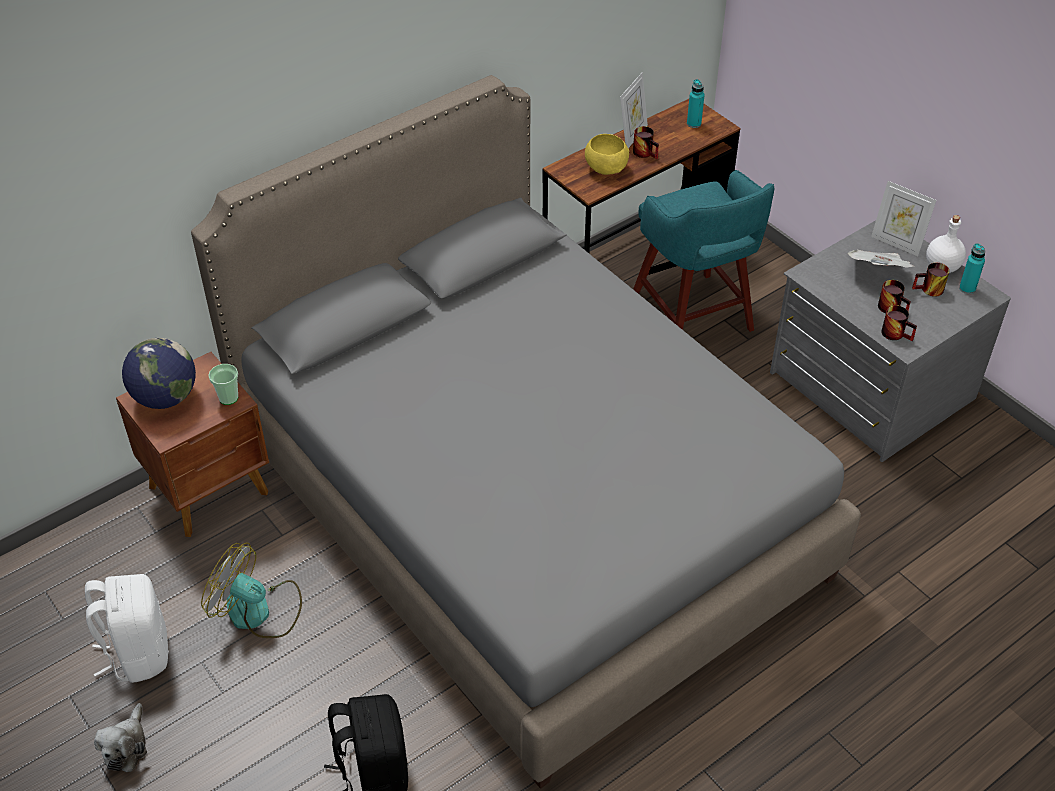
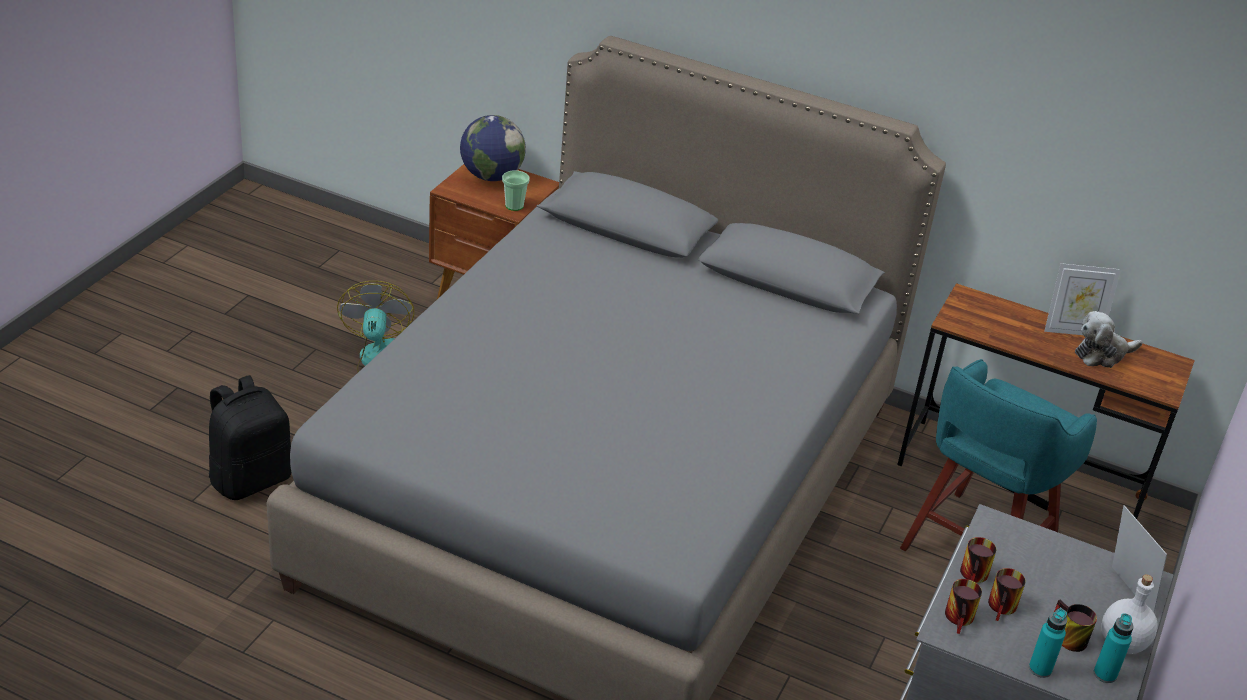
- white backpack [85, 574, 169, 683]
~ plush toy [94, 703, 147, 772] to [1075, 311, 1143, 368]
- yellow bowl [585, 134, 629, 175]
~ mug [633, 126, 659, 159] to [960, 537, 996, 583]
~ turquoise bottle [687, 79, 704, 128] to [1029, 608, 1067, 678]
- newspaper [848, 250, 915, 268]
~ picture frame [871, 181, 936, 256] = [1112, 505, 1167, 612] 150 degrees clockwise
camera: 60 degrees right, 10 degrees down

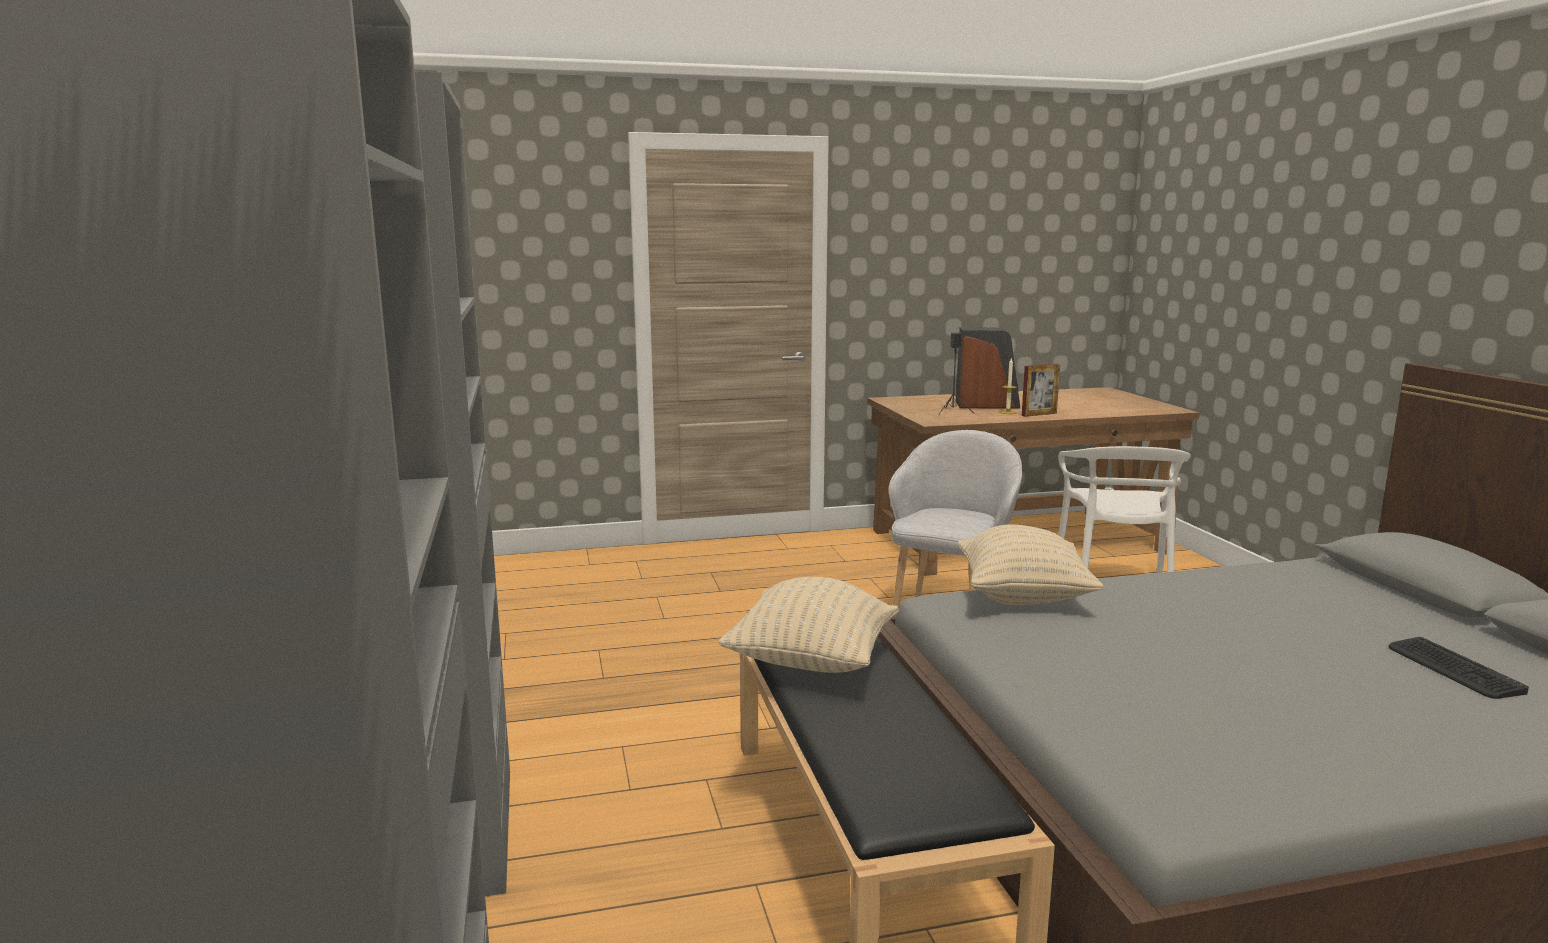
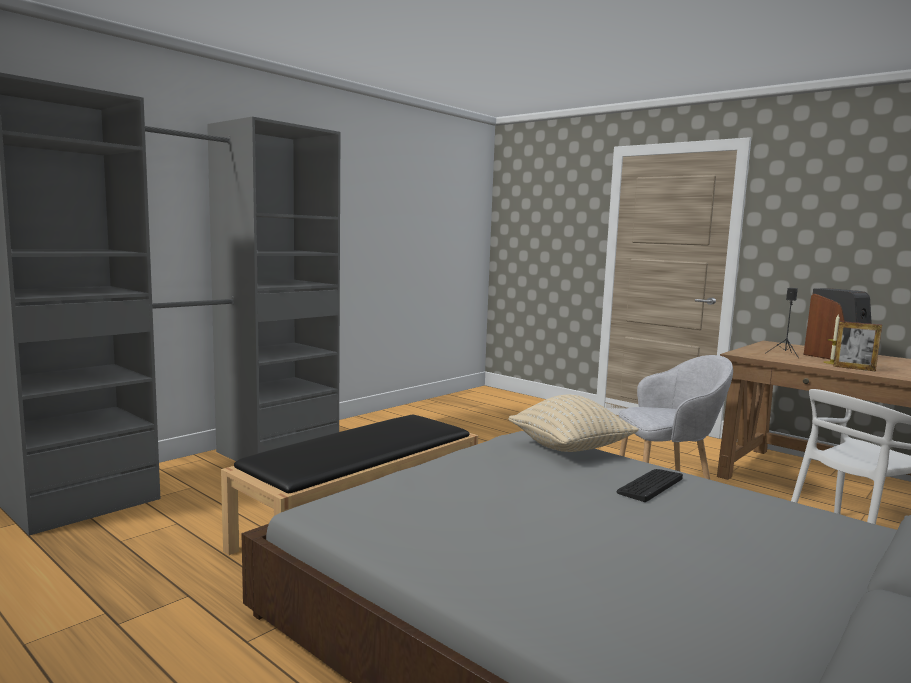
- beige pillow [718, 577, 899, 673]
~ keyboard [1389, 637, 1529, 699] to [617, 469, 683, 502]
camera: 55 degrees right, 5 degrees down

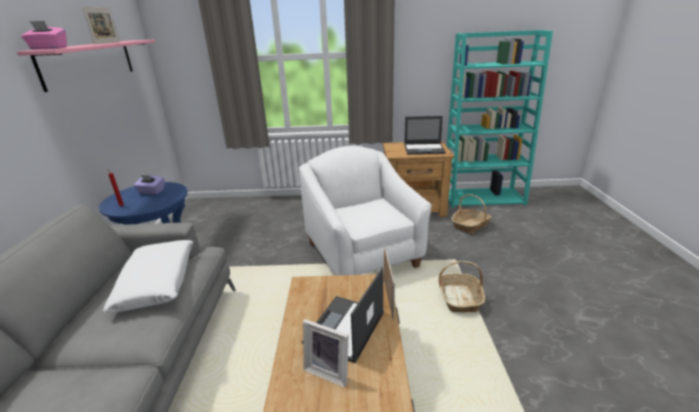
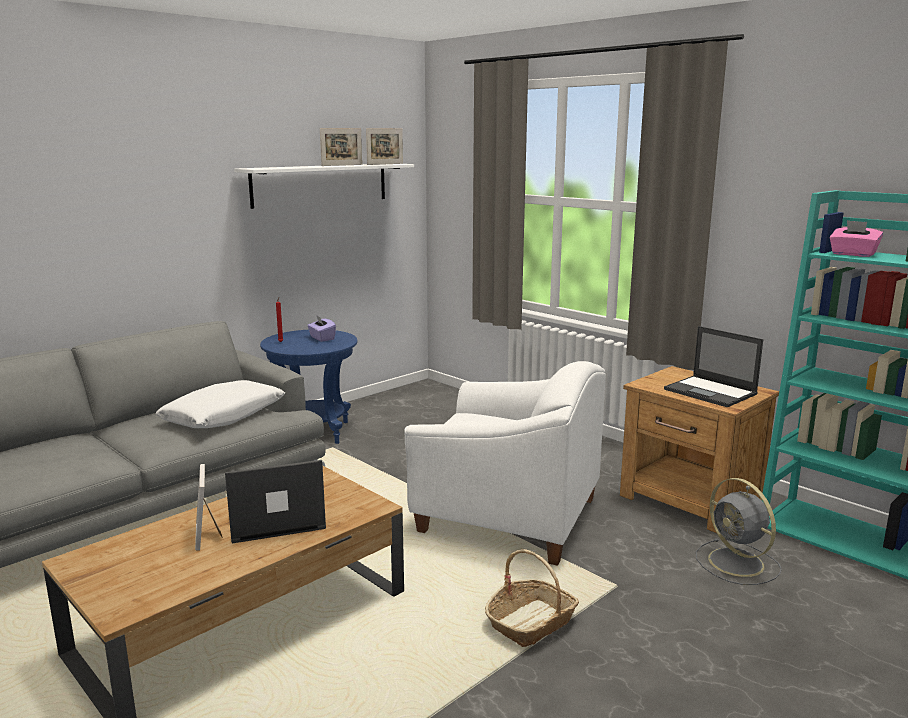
~ pink shelf [17, 40, 155, 92] to white shelf [234, 164, 414, 209]
~ pink tissue box [21, 21, 67, 50] to [830, 220, 883, 257]
~ white armchair [299, 146, 432, 275] = [404, 361, 606, 566] 90 degrees clockwise
~ picture frame [384, 247, 395, 320] to [366, 128, 403, 165]
~ basket [451, 194, 492, 234] to grey fan [696, 478, 782, 585]
camera: 45 degrees right, 10 degrees down

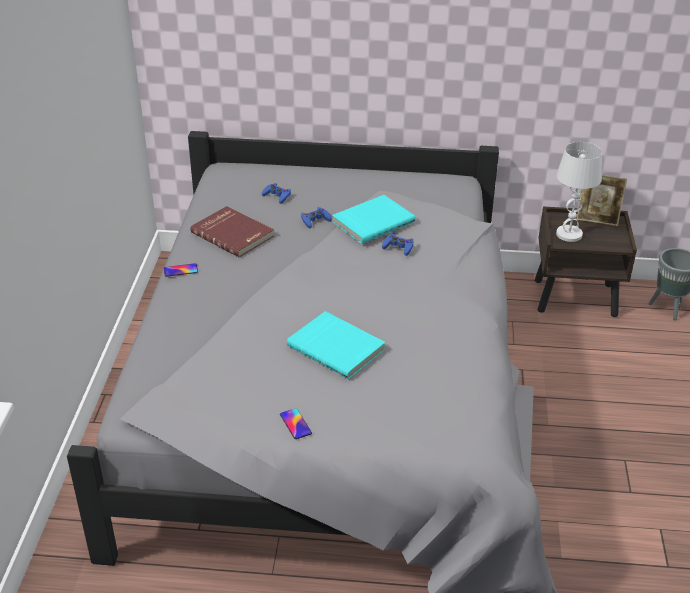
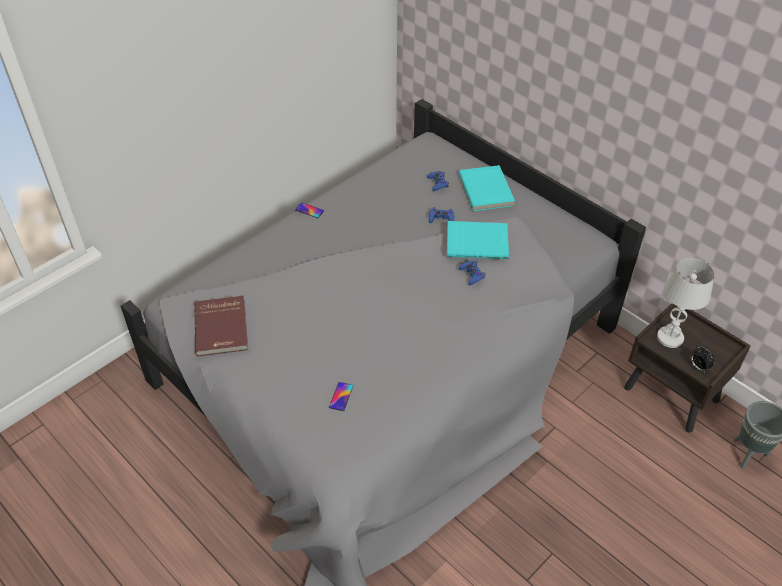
~ red book [190, 206, 274, 257] to [194, 296, 248, 356]
~ phone [280, 408, 312, 439] to [329, 382, 353, 411]
~ turquoise book [287, 311, 385, 379] to [459, 165, 515, 211]
- picture frame [576, 175, 627, 226]
+ alarm clock [690, 346, 715, 373]
camera: 40 degrees right, 10 degrees up

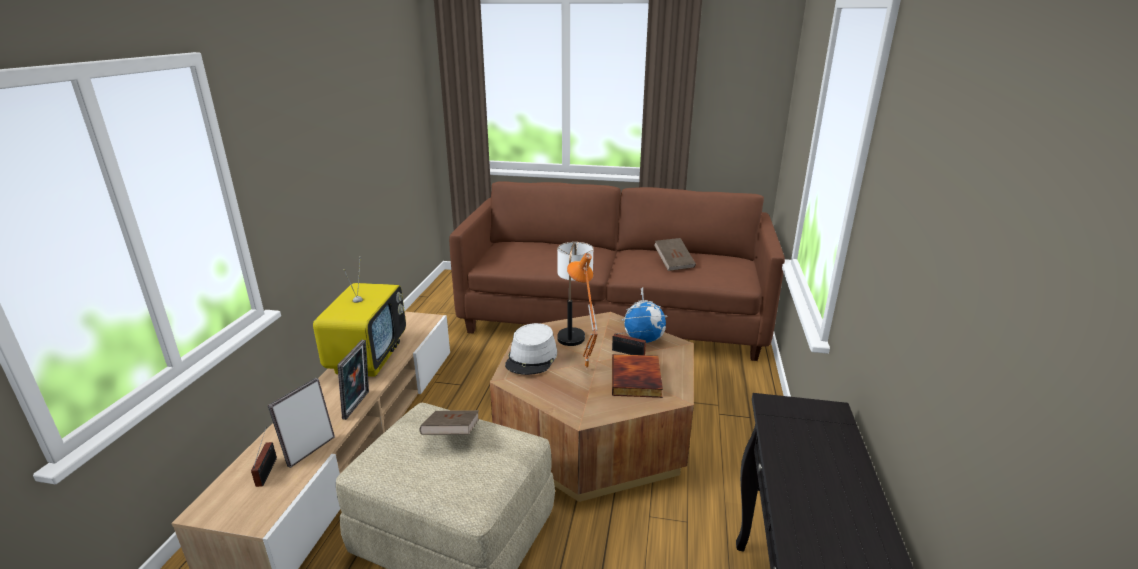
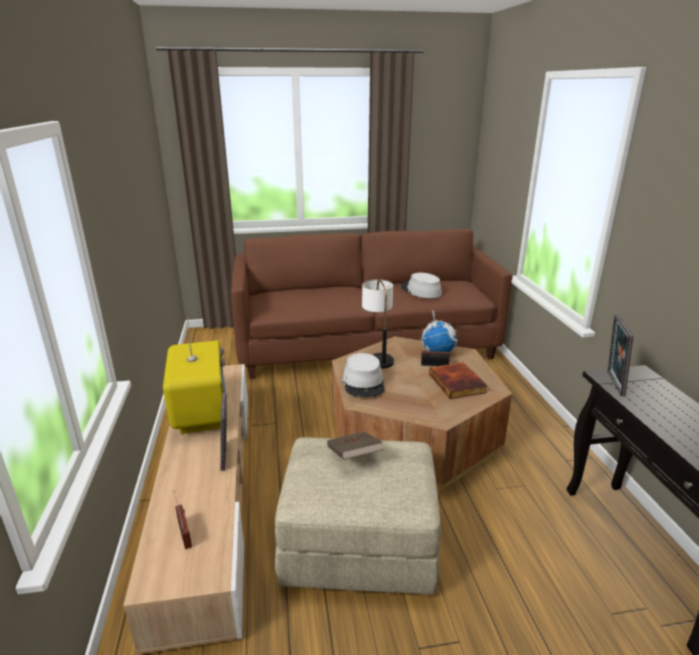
~ picture frame [268, 378, 335, 468] to [607, 315, 634, 396]
- orange table lamp [567, 253, 598, 369]
~ brown book [654, 238, 696, 271] to grey hat [401, 273, 442, 299]
camera: 20 degrees left, 0 degrees up

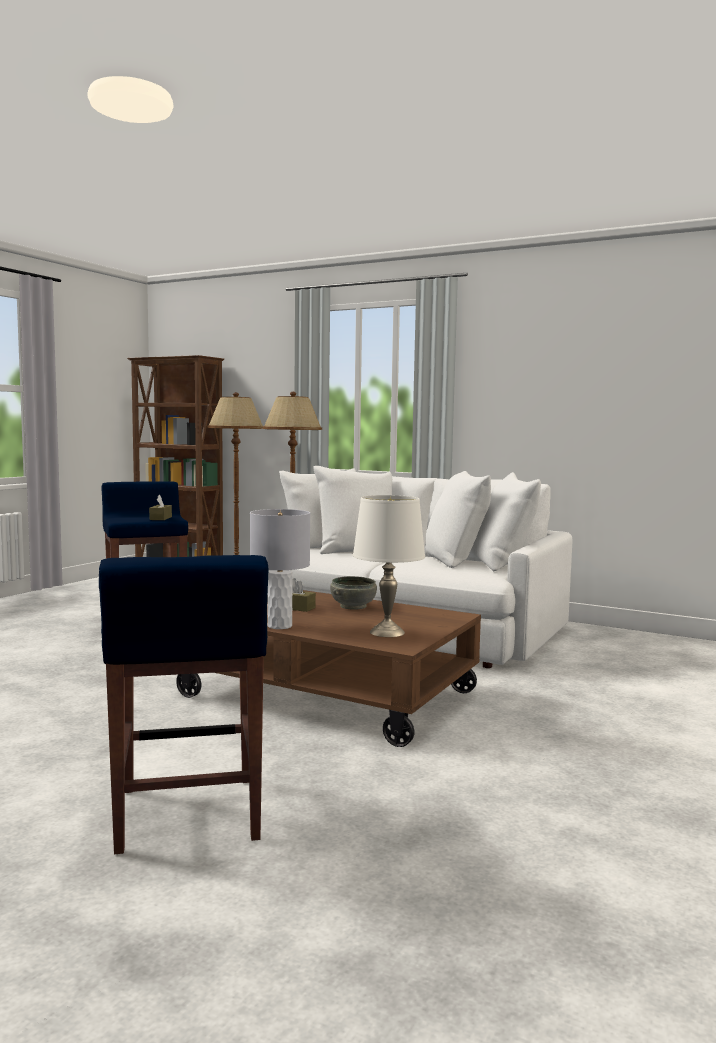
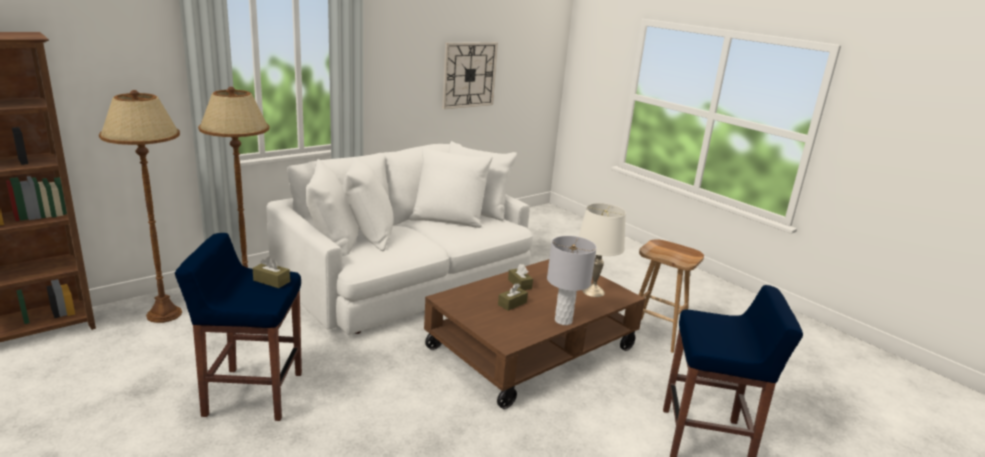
~ grey bowl [330, 576, 377, 610] to brown tissue box [508, 264, 533, 290]
+ wall clock [442, 42, 498, 109]
+ brown stool [639, 239, 704, 353]
camera: 70 degrees left, 15 degrees up

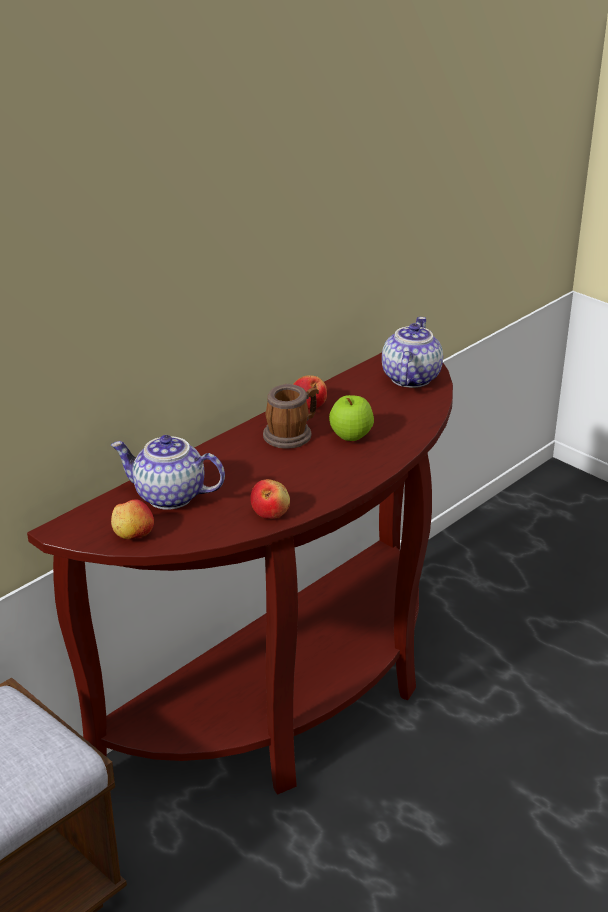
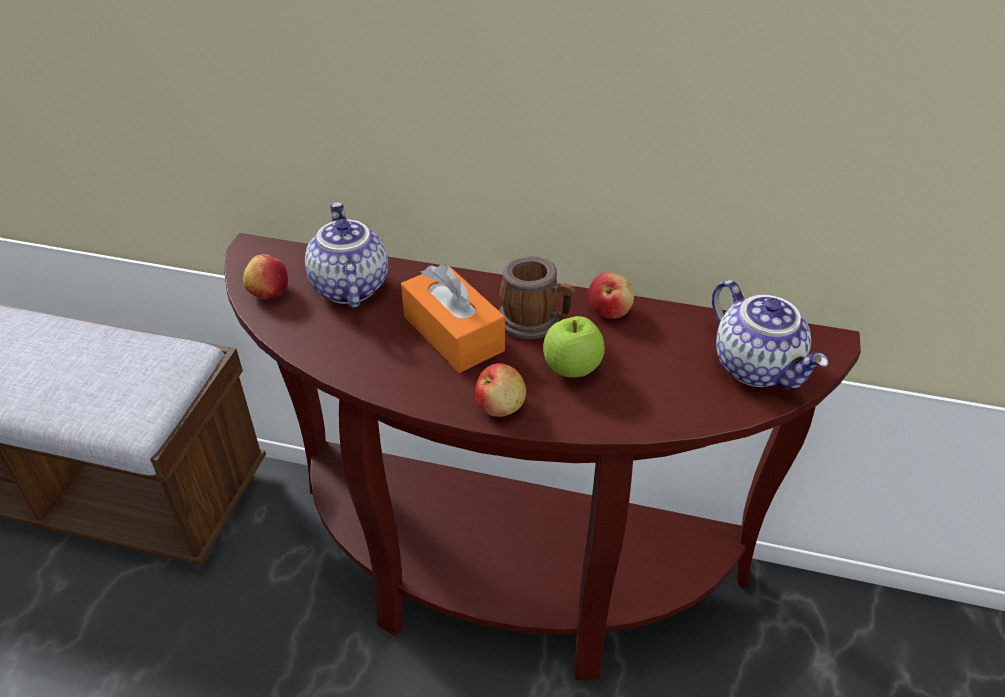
~ apple [250, 479, 290, 519] to [475, 363, 526, 417]
~ teapot [382, 317, 443, 388] = [712, 280, 828, 389] 75 degrees clockwise
+ orange tissue box [401, 264, 505, 373]
camera: 60 degrees right, 10 degrees up

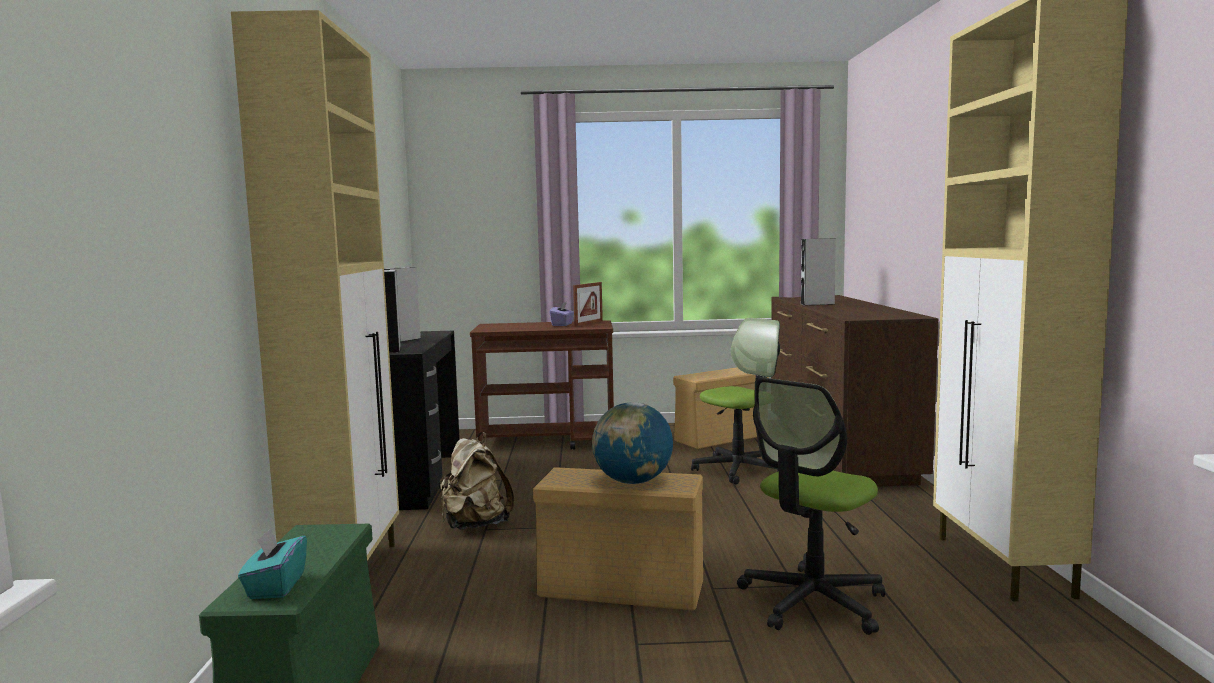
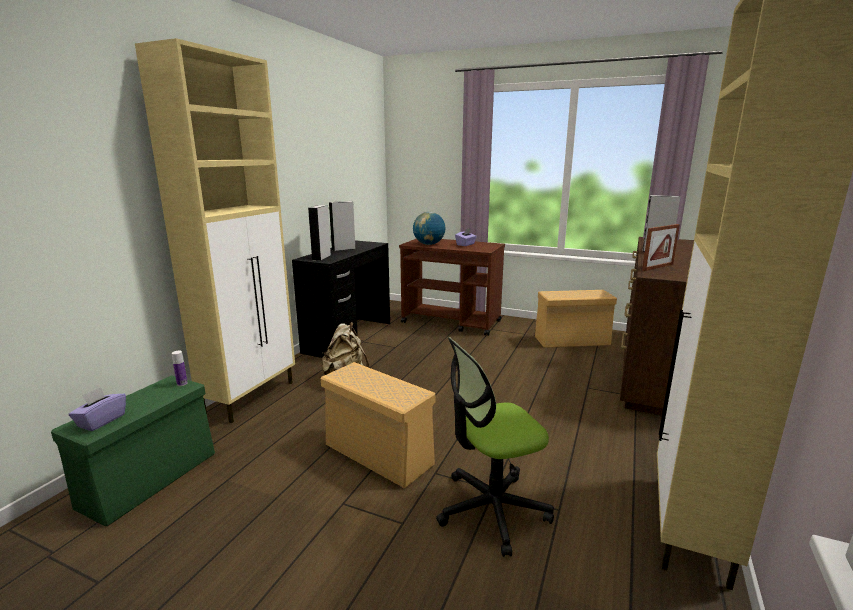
~ turquoise tissue box [238, 528, 307, 599] to purple tissue box [69, 387, 126, 431]
~ picture frame [573, 282, 603, 326] to [642, 224, 680, 271]
~ globe [592, 402, 673, 484] to [413, 212, 446, 245]
- office chair [691, 318, 780, 484]
+ bottle [172, 351, 188, 386]
camera: 25 degrees right, 10 degrees up

